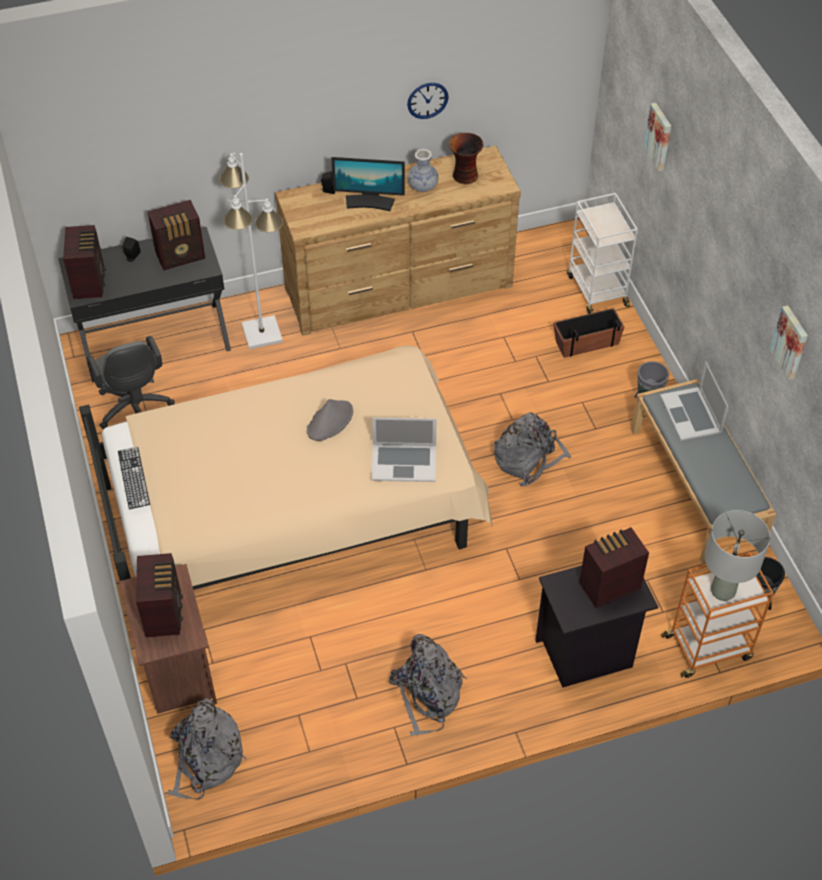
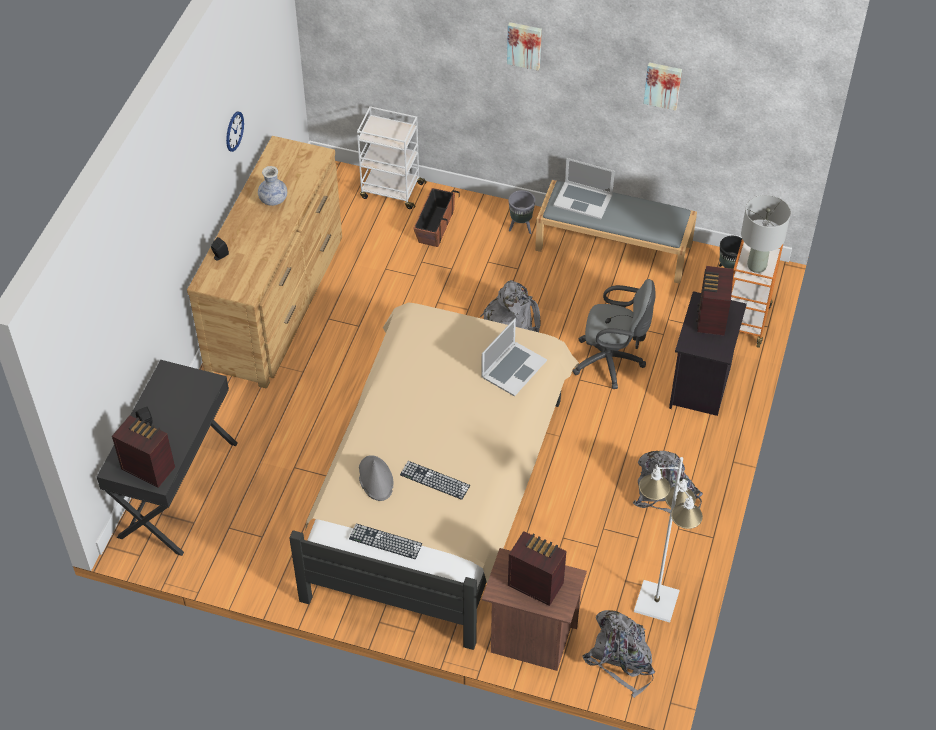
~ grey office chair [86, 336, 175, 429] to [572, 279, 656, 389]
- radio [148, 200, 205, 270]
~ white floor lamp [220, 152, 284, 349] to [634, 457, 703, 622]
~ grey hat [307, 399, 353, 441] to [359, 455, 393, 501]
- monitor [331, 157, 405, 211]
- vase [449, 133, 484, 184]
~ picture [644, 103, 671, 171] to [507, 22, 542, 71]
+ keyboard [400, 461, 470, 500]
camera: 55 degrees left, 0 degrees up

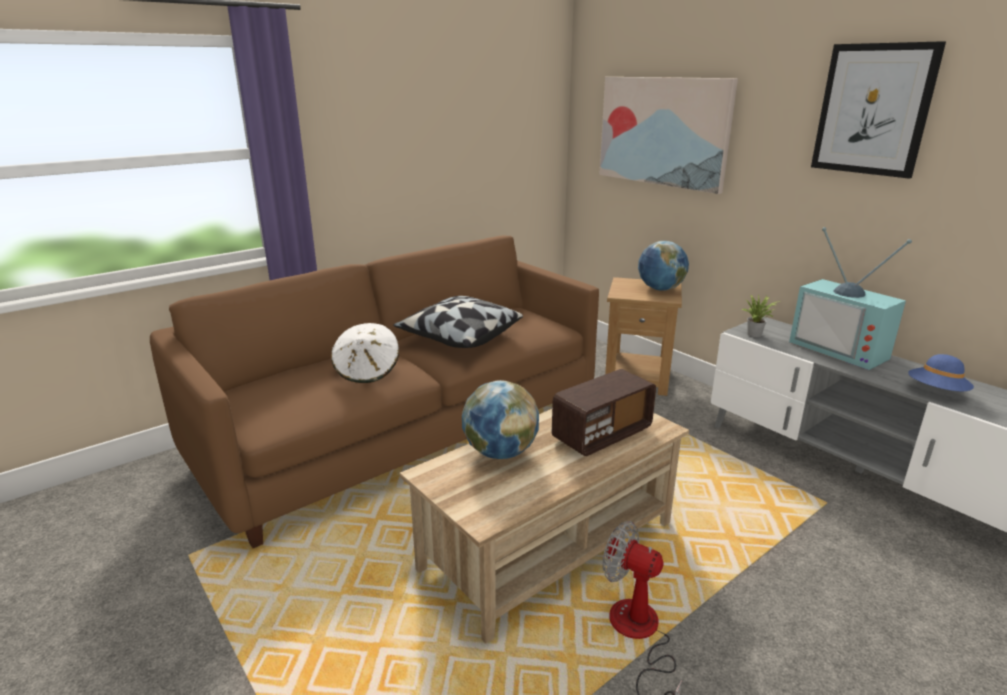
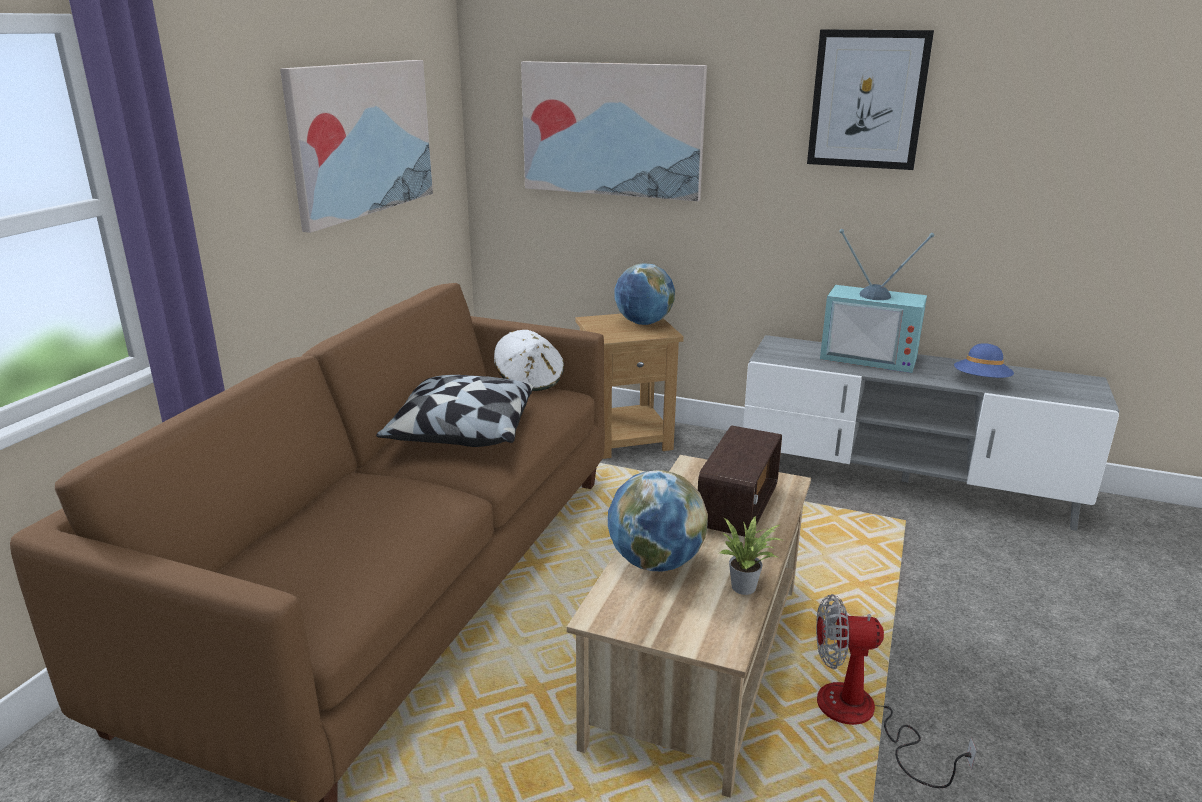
~ white hat [331, 323, 399, 383] to [494, 330, 565, 391]
~ potted plant [741, 295, 781, 337] to [718, 517, 782, 595]
+ picture [280, 60, 433, 233]
camera: 30 degrees left, 0 degrees up

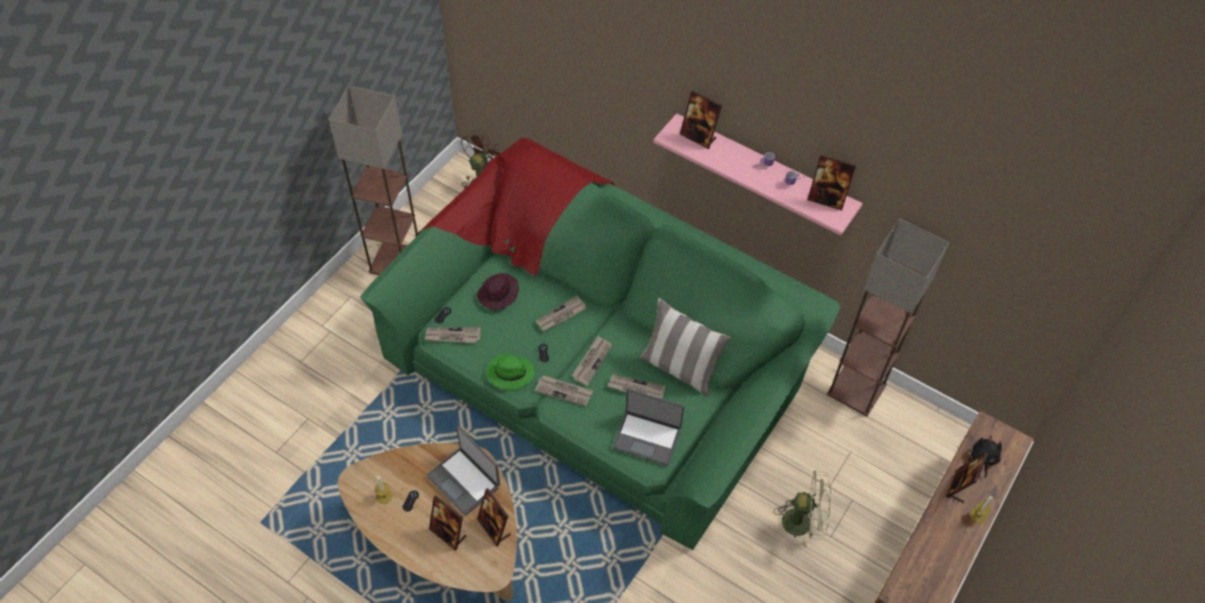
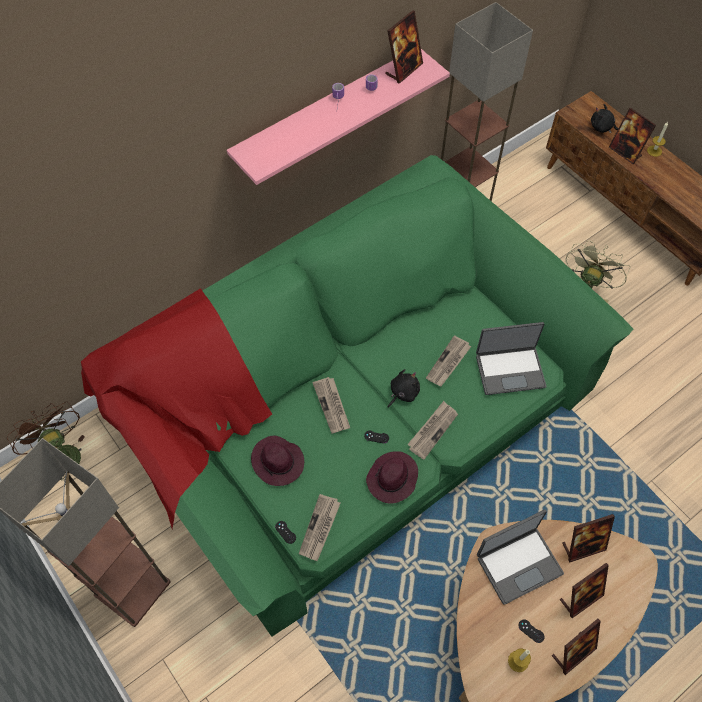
~ green hat [486, 354, 535, 390] to purple hat [366, 451, 418, 503]
~ newspaper [572, 336, 612, 386] to black plush toy [388, 369, 420, 408]
~ laptop [612, 389, 685, 466] = [476, 322, 547, 395] 45 degrees clockwise
- pillow [640, 298, 731, 397]
~ picture frame [680, 90, 722, 149] to [552, 619, 600, 675]
camera: 70 degrees left, 5 degrees up

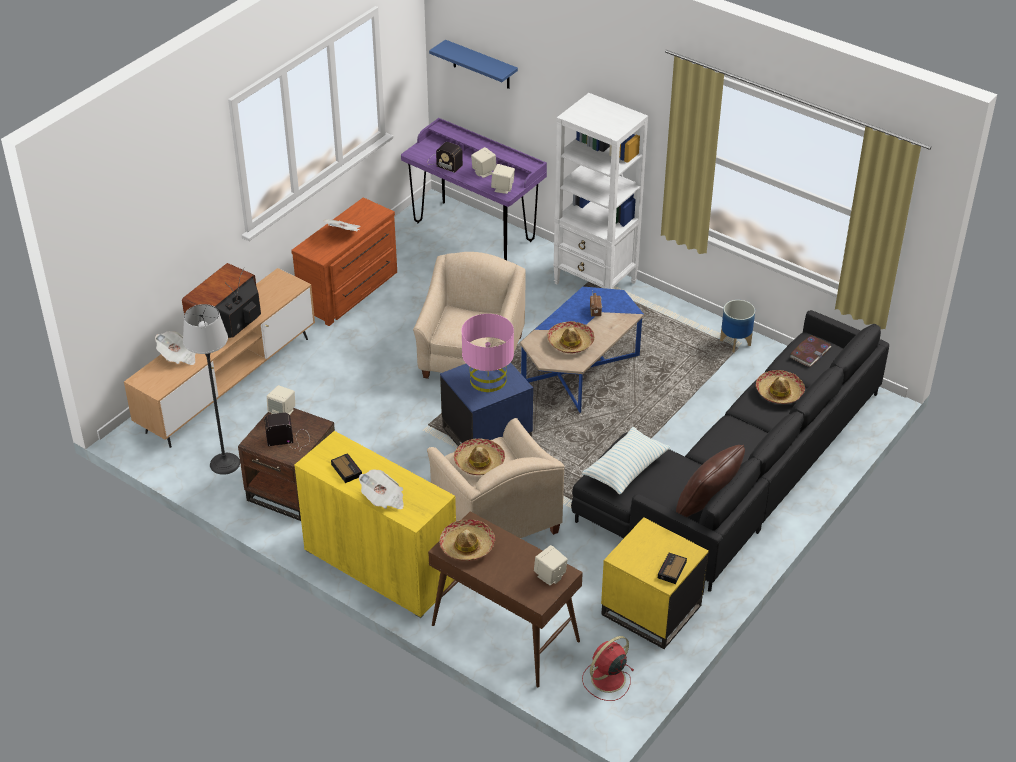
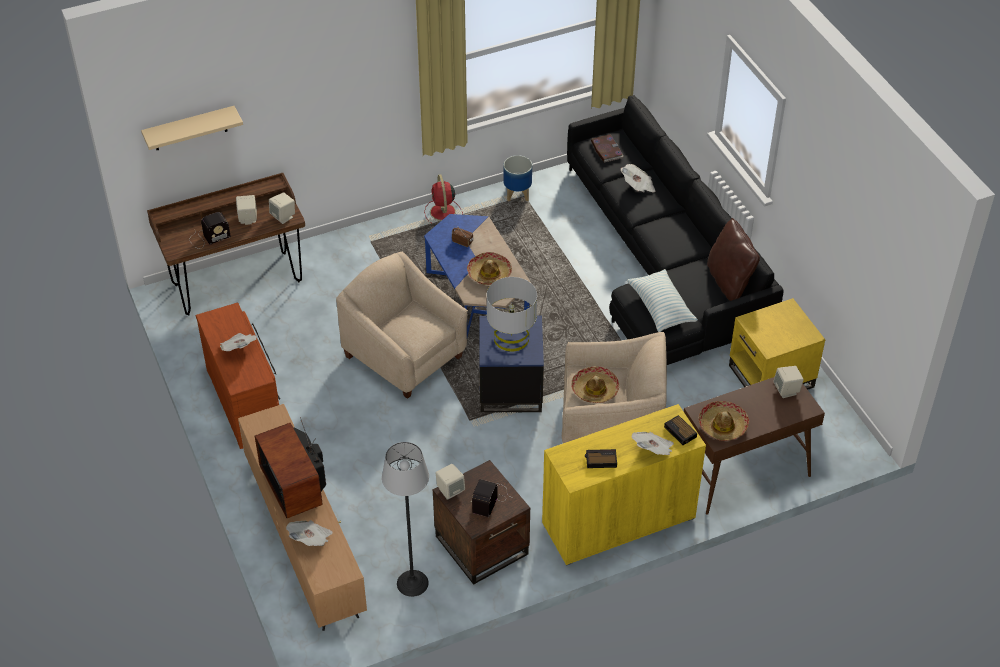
~ purple desk [401, 118, 547, 260] to brown desk [147, 173, 305, 315]
~ blue shelf [429, 40, 518, 89] to beige shelf [141, 106, 243, 150]
~ pink table lamp [462, 314, 514, 392] to grey table lamp [487, 277, 537, 352]
- white bookcase [553, 93, 648, 289]
~ red fan [582, 636, 634, 701] to [424, 174, 463, 221]
~ alarm clock [658, 553, 687, 584] to [664, 415, 697, 445]
~ hat [756, 370, 805, 404] to newspaper [621, 164, 656, 193]
camera: 60 degrees left, 5 degrees up

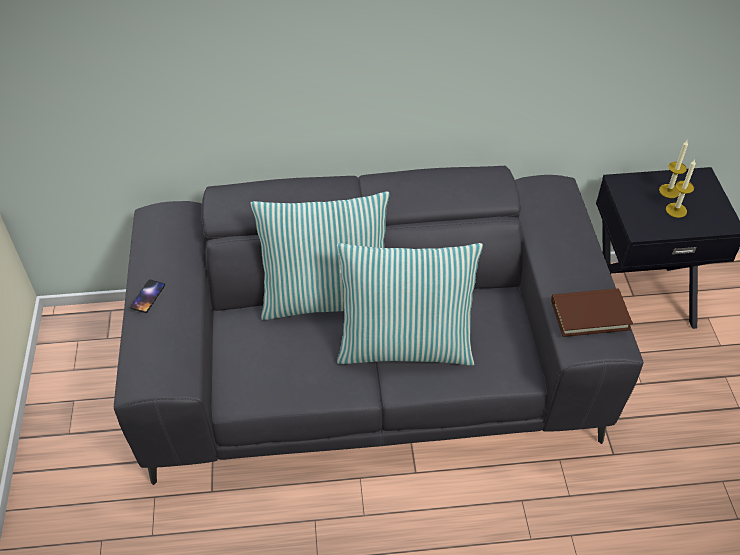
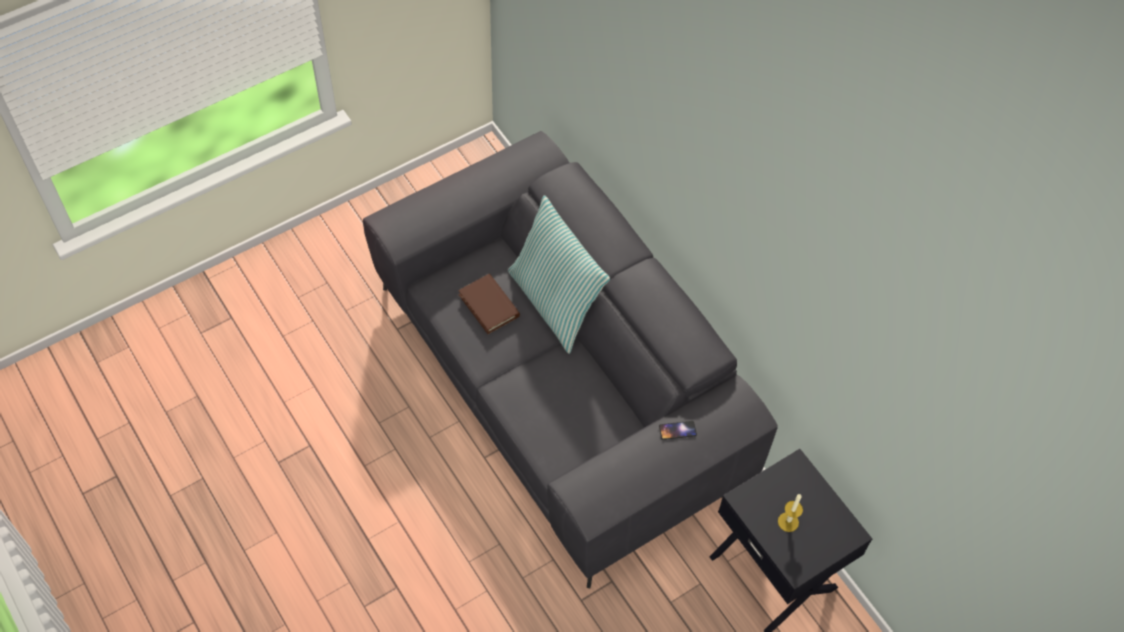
~ phone [130, 279, 165, 313] to [659, 421, 697, 440]
- pillow [337, 243, 483, 366]
~ brown book [551, 288, 633, 337] to [458, 274, 520, 334]
- candle [659, 141, 688, 198]
camera: 60 degrees right, 10 degrees up

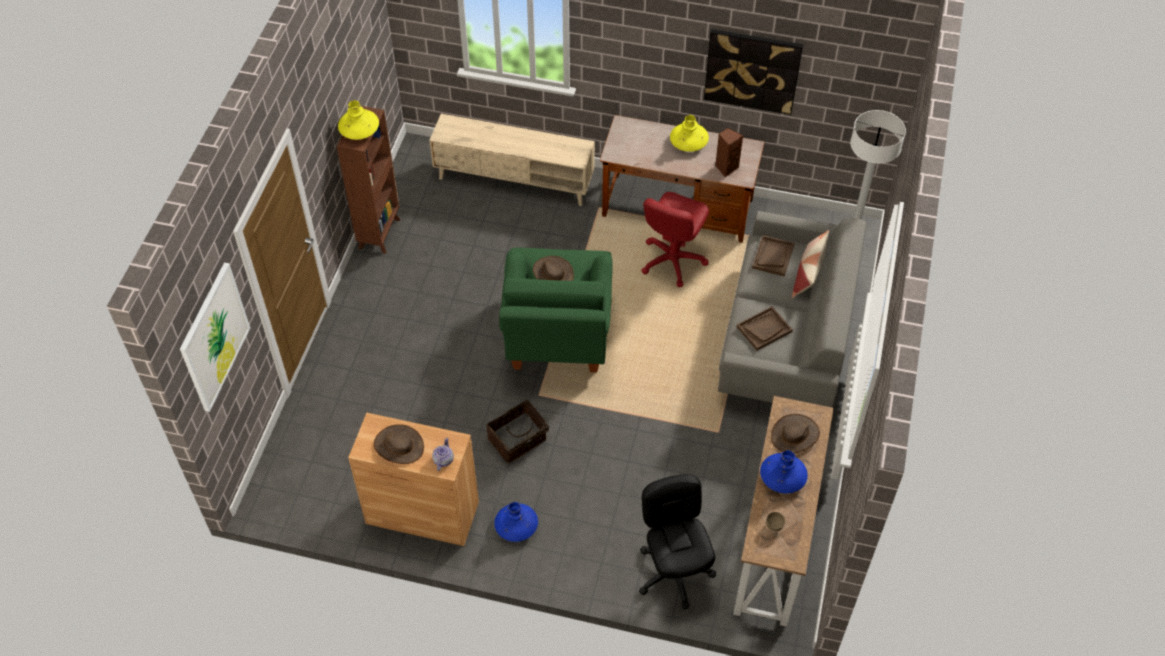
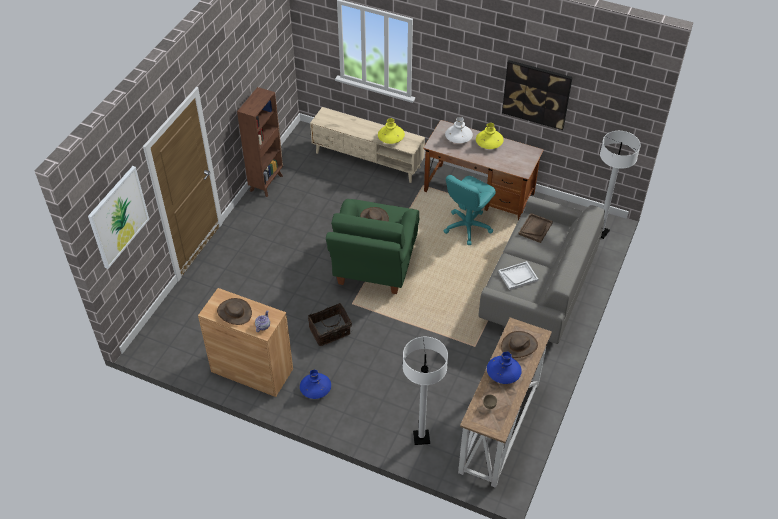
~ yellow vase [338, 100, 379, 140] to [378, 118, 405, 144]
~ black office chair [639, 474, 716, 609] to white floor lamp [403, 337, 448, 445]
~ red office chair [641, 192, 709, 287] to turquoise office chair [444, 175, 496, 245]
- brown speaker [715, 128, 743, 177]
~ brown tray [737, 306, 793, 350] to white tray [498, 261, 538, 290]
- pillow [792, 230, 829, 298]
+ white vase [445, 117, 473, 143]
camera: 10 degrees right, 5 degrees down

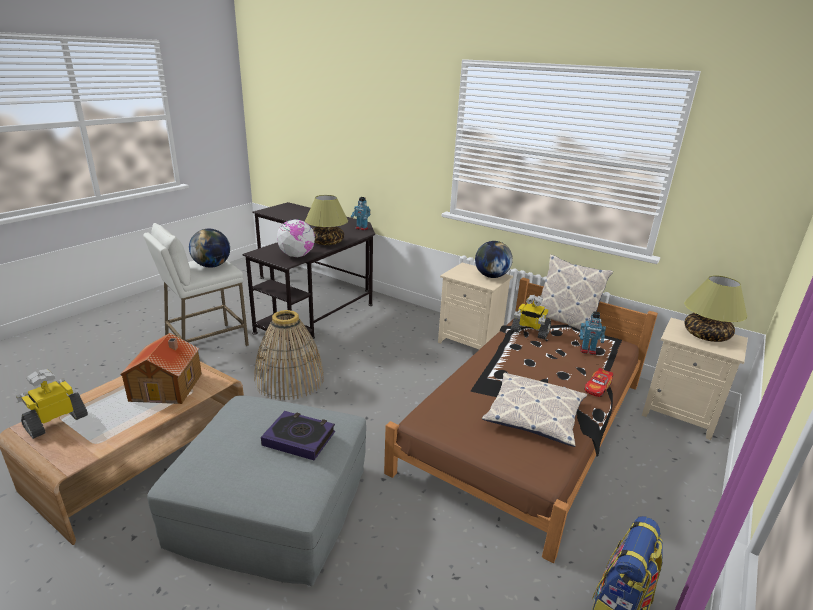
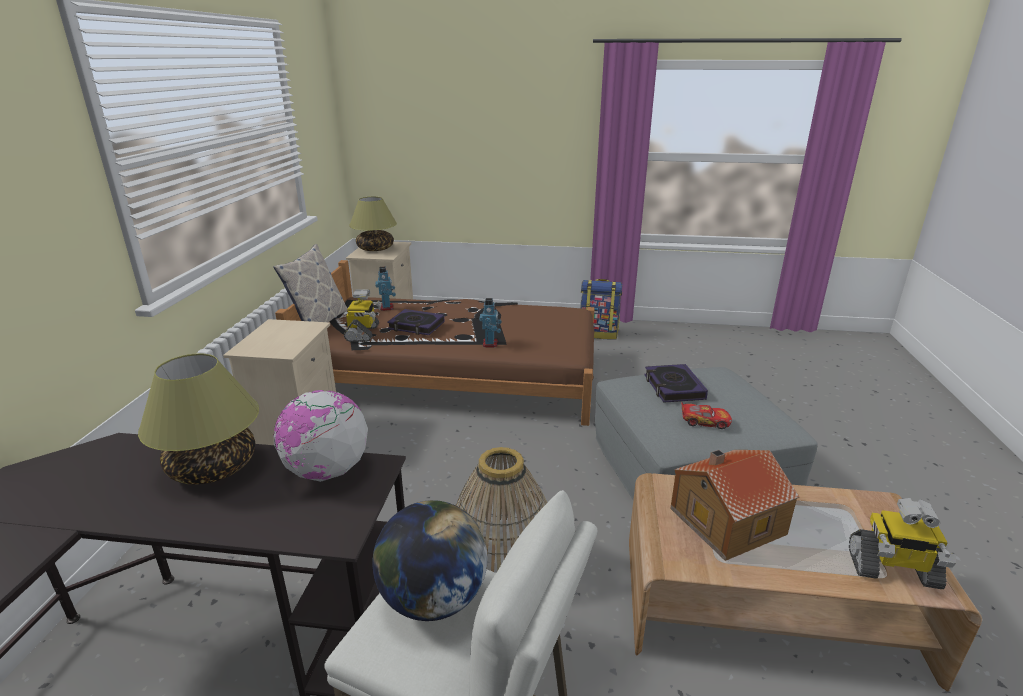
~ toy robot [351, 197, 370, 231] to [479, 298, 502, 347]
- globe [475, 241, 513, 278]
- pillow [482, 373, 587, 447]
~ toy car [584, 368, 613, 397] to [681, 402, 732, 429]
+ book [387, 309, 445, 335]
camera: 115 degrees left, 0 degrees up

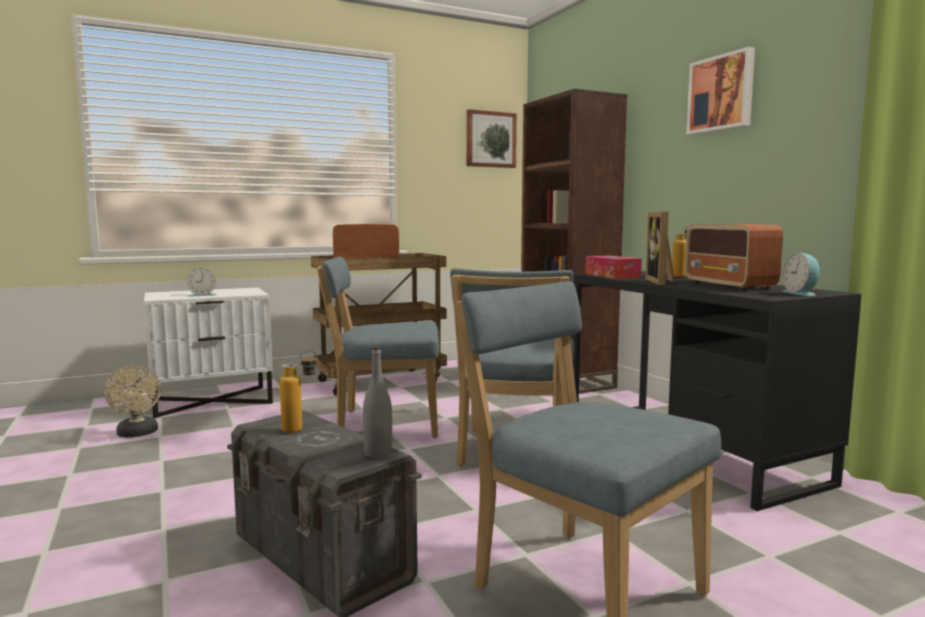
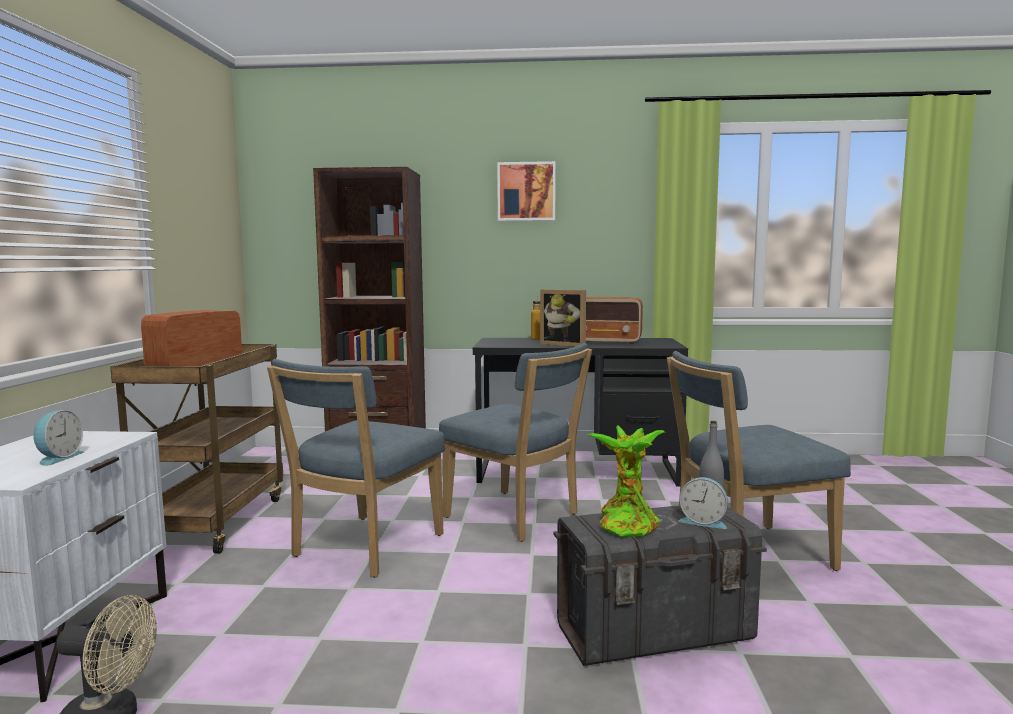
~ bottle [280, 350, 318, 433] to potted plant [586, 425, 666, 537]
- picture [467, 109, 517, 168]
- tissue box [585, 256, 642, 279]
~ alarm clock [782, 253, 820, 296] to [679, 477, 728, 529]
camera: 60 degrees left, 0 degrees up

